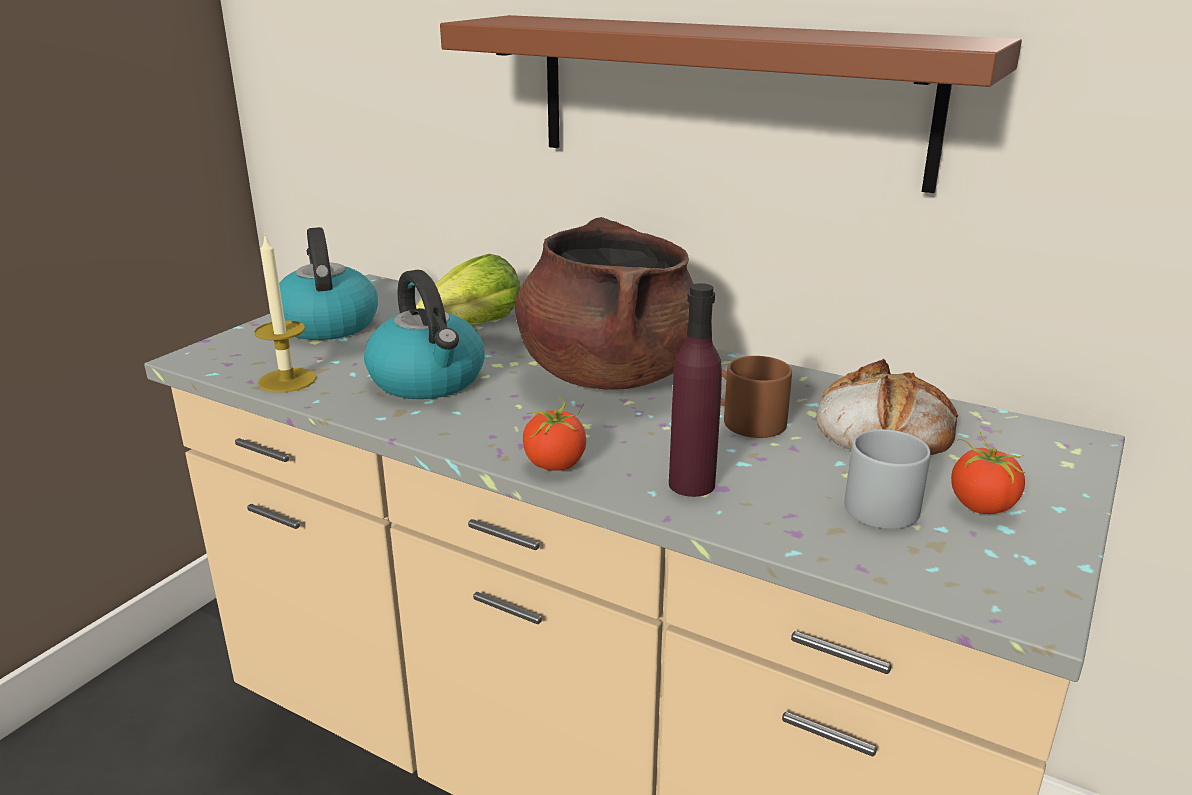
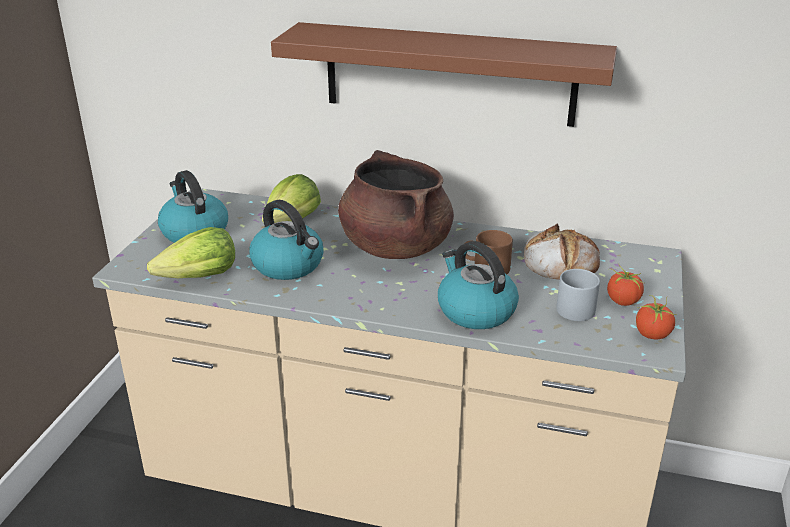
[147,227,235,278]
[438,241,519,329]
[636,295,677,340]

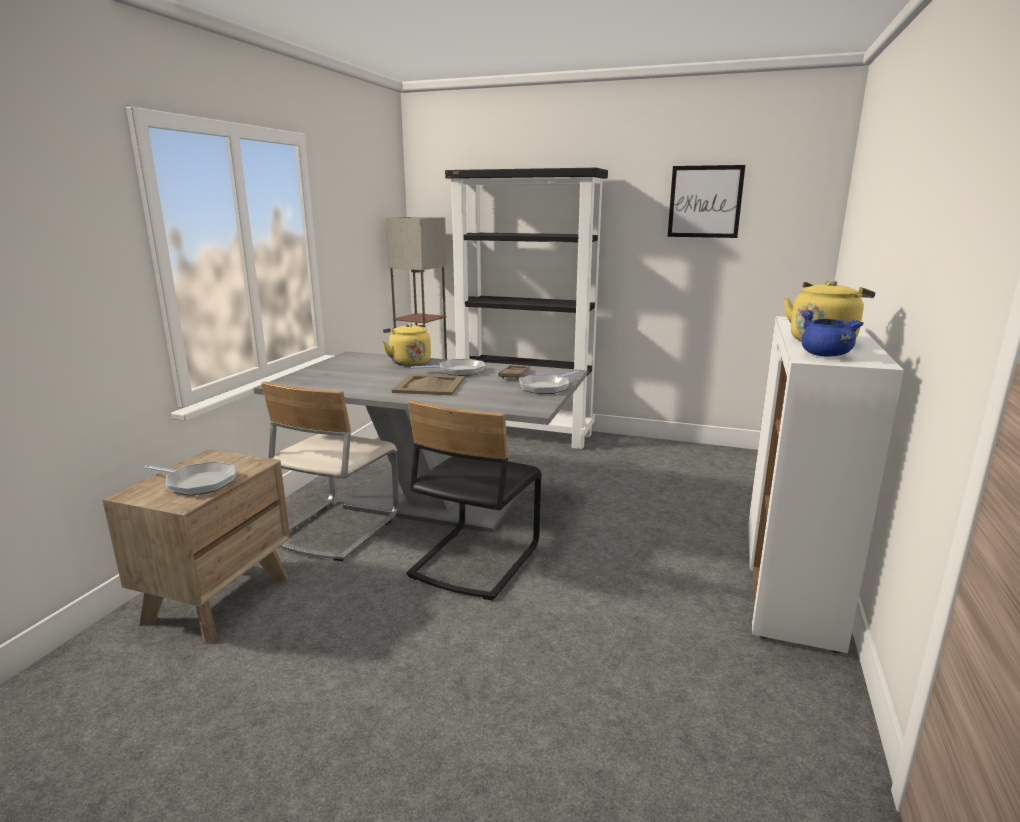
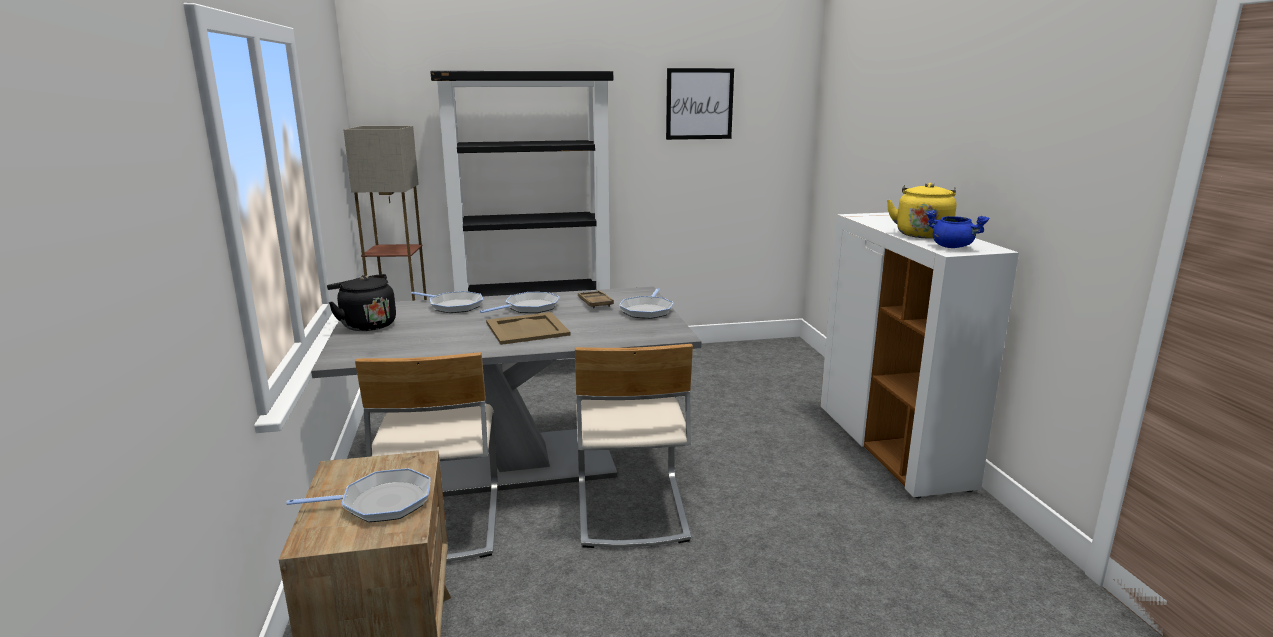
[411,291,483,313]
[575,344,693,548]
[327,274,396,331]

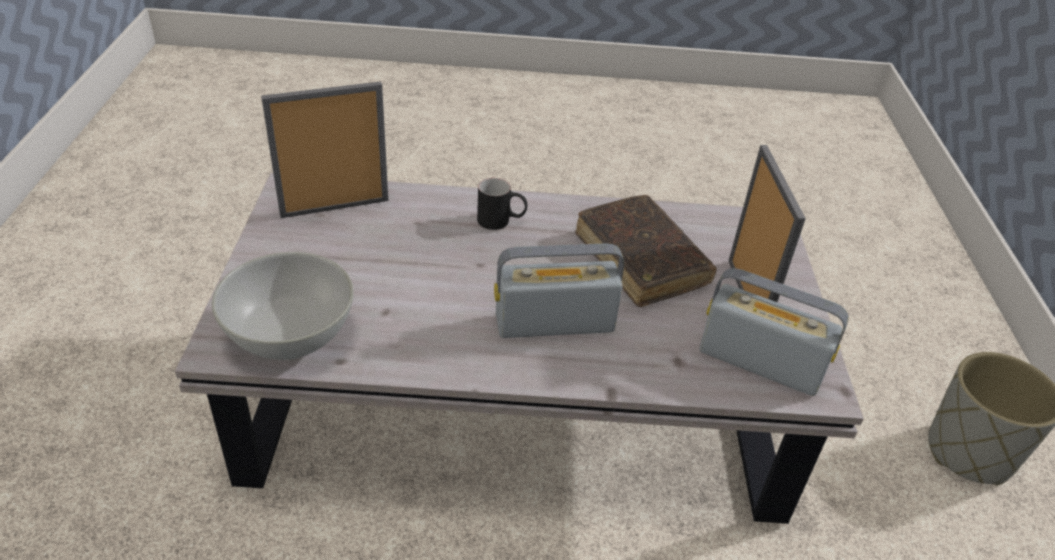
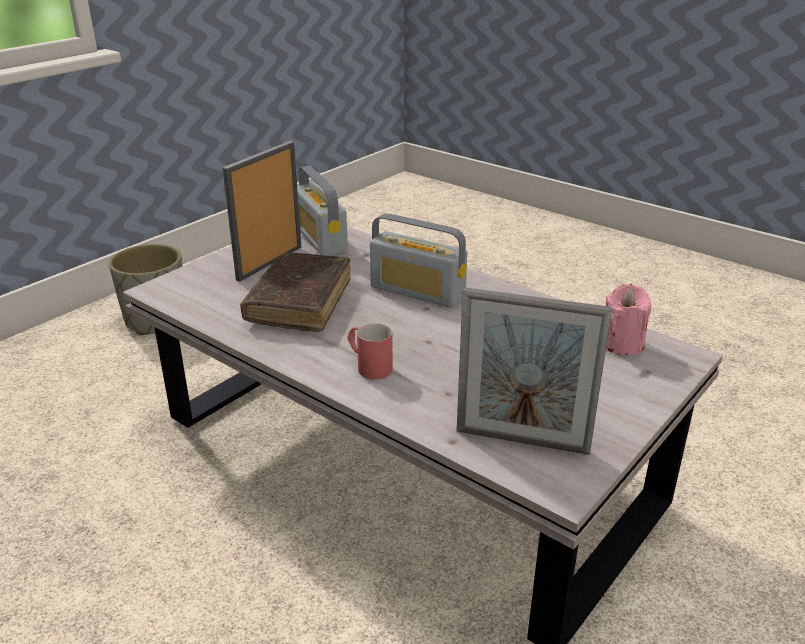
[348,323,393,380]
[606,284,651,355]

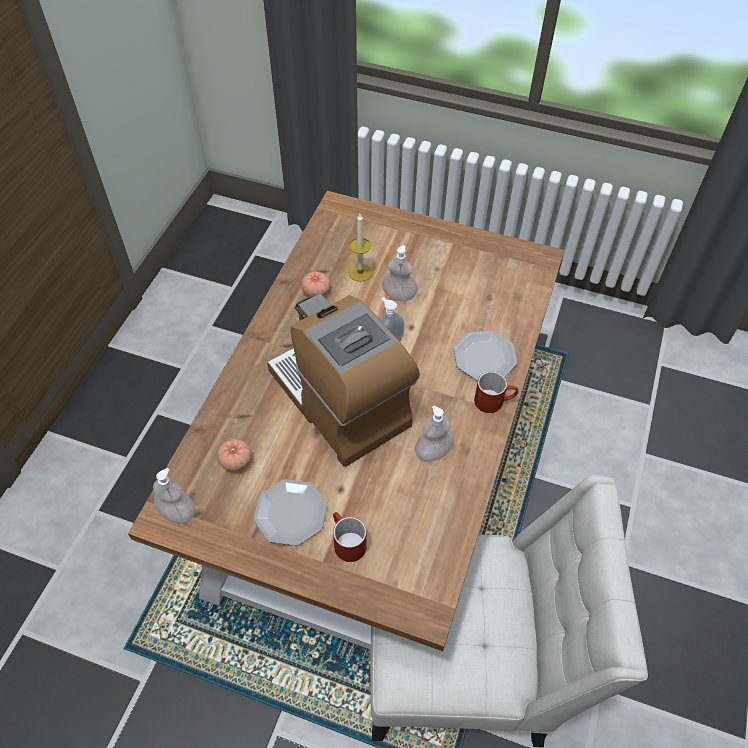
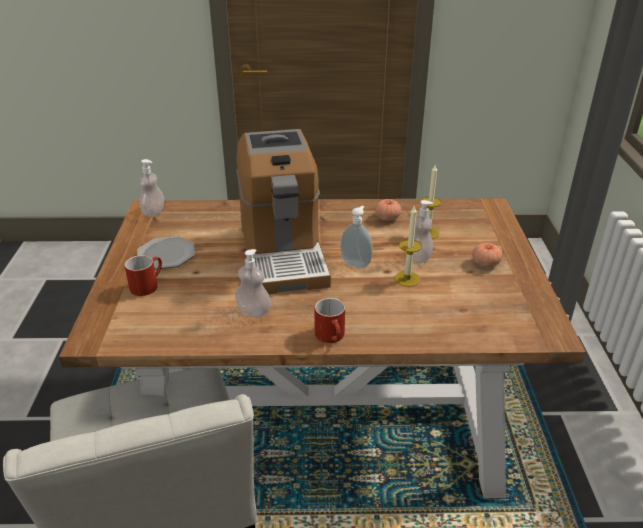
[236,129,331,294]
[454,331,517,381] (first image)
[472,243,502,267]
[395,206,422,287]

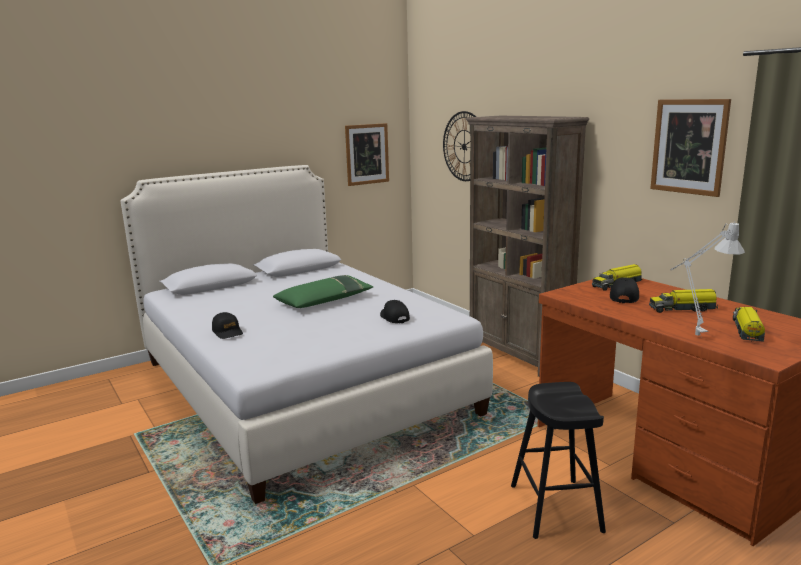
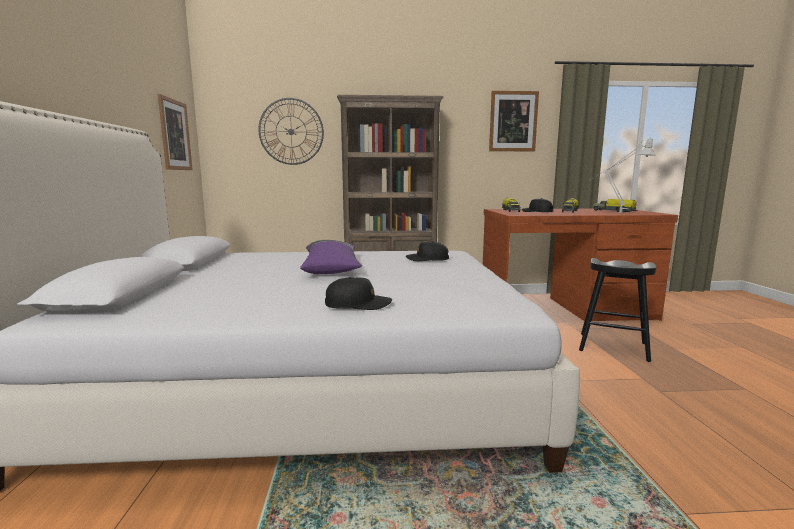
[300,240,362,274]

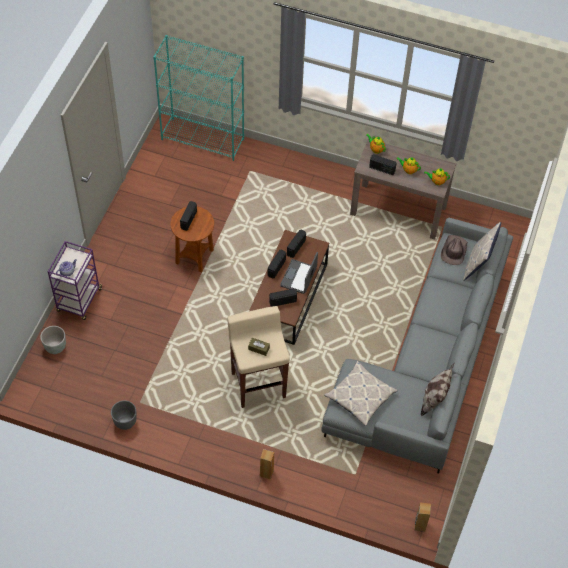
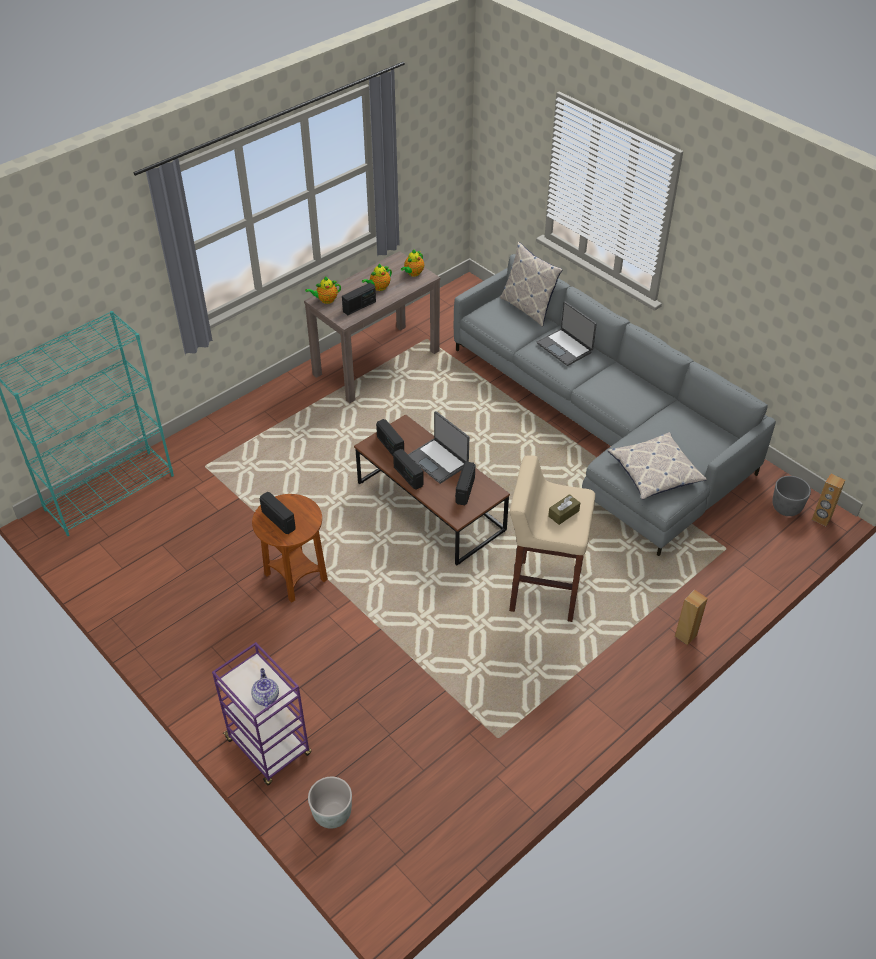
[441,235,468,265] (first image)
[421,363,455,416] (first image)
[772,476,811,516]
[537,302,597,366]

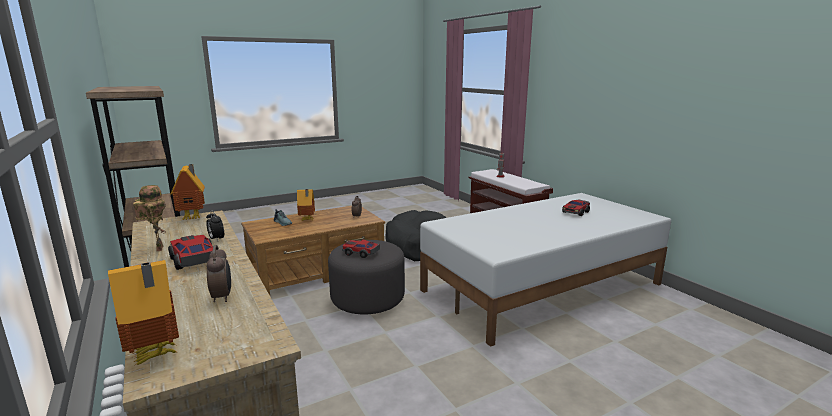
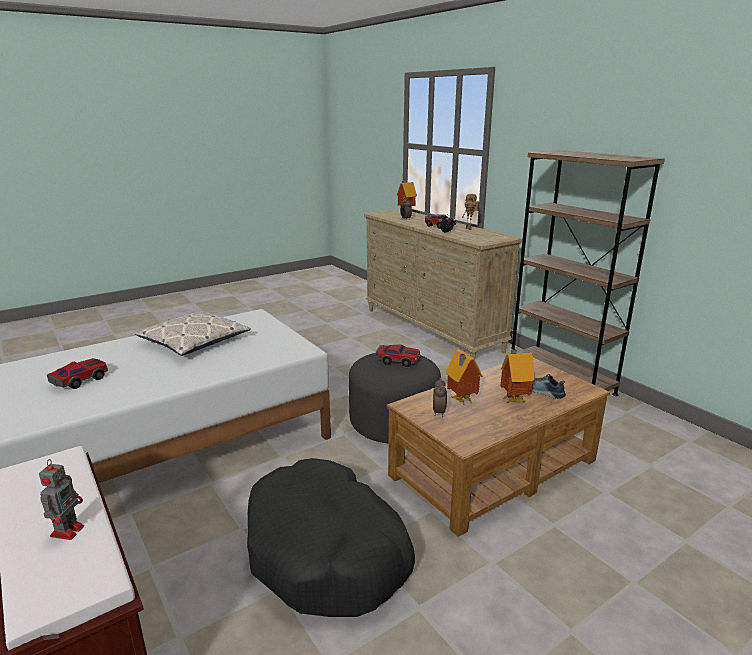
[446,349,483,405]
[135,311,251,356]

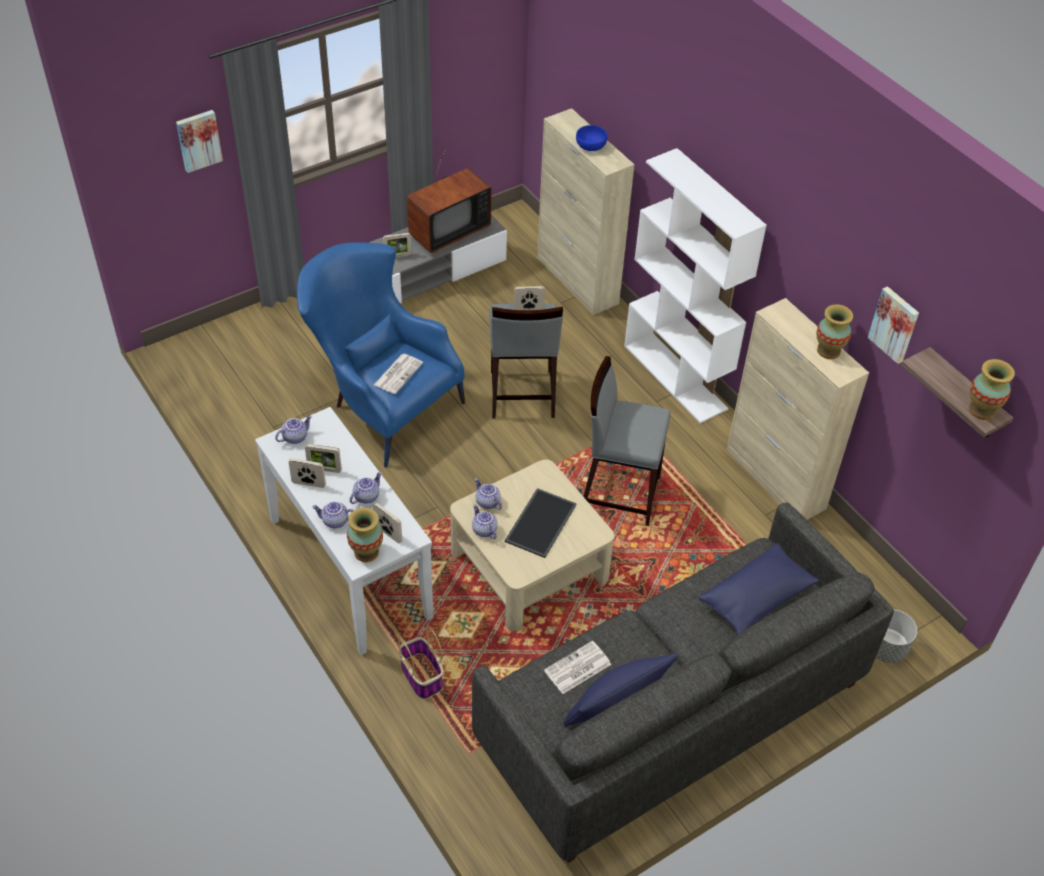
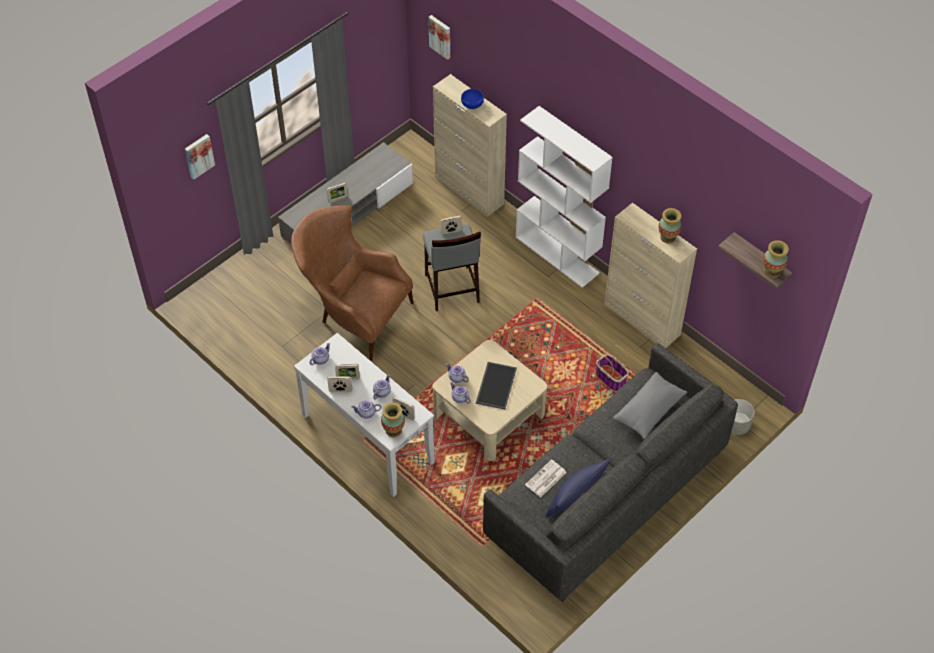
[407,149,492,253] (first image)
[291,205,413,362]
[428,15,450,60]
[374,354,423,394] (first image)
[584,356,671,526] (first image)
[613,372,687,439]
[596,345,629,392]

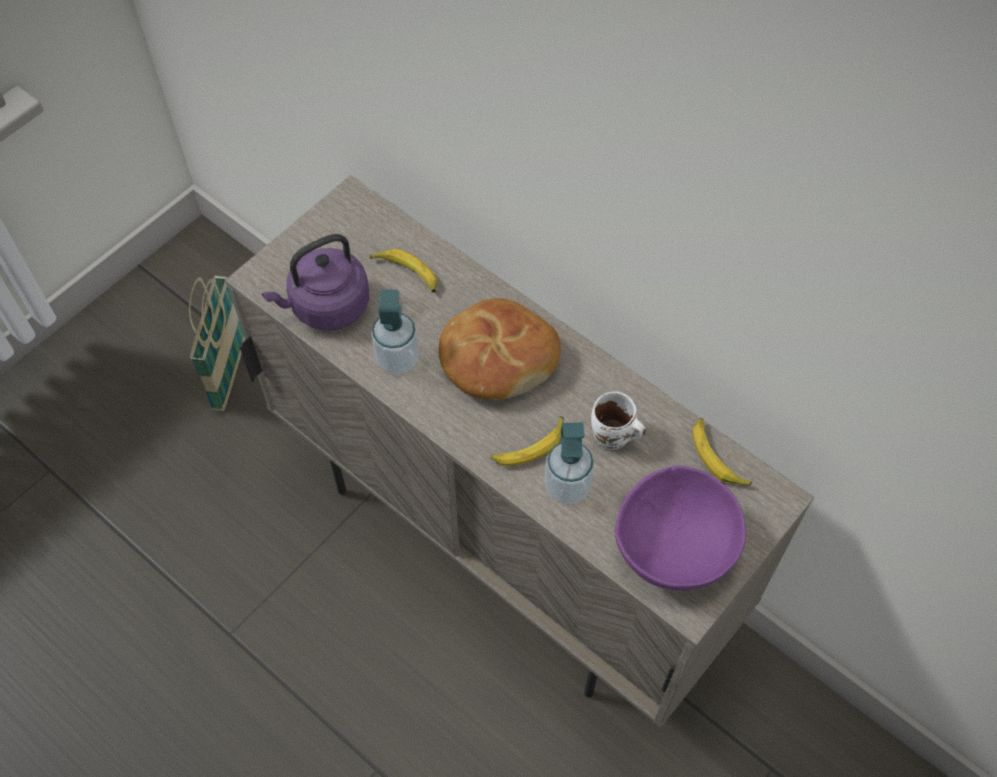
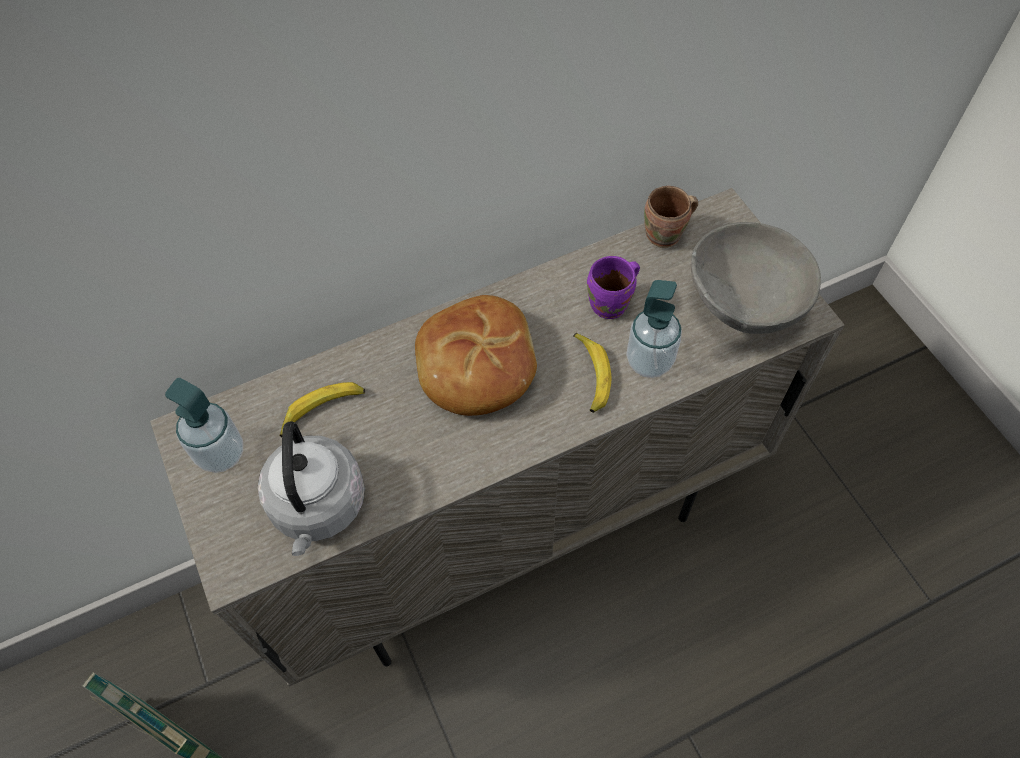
[258,421,365,556]
[165,378,243,473]
[587,256,640,319]
[644,186,698,248]
[691,222,821,334]

